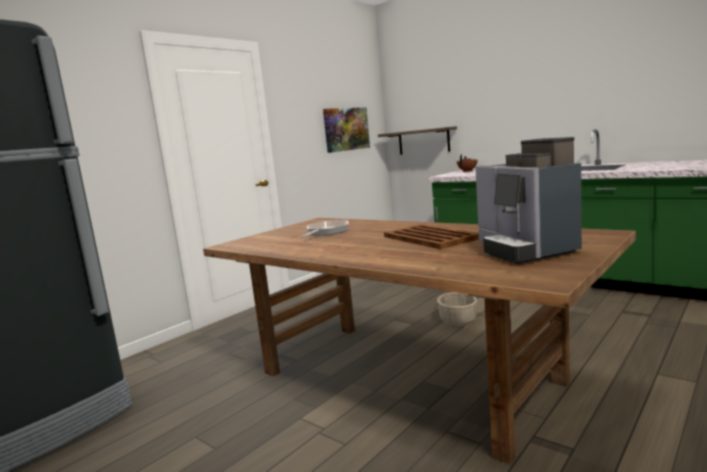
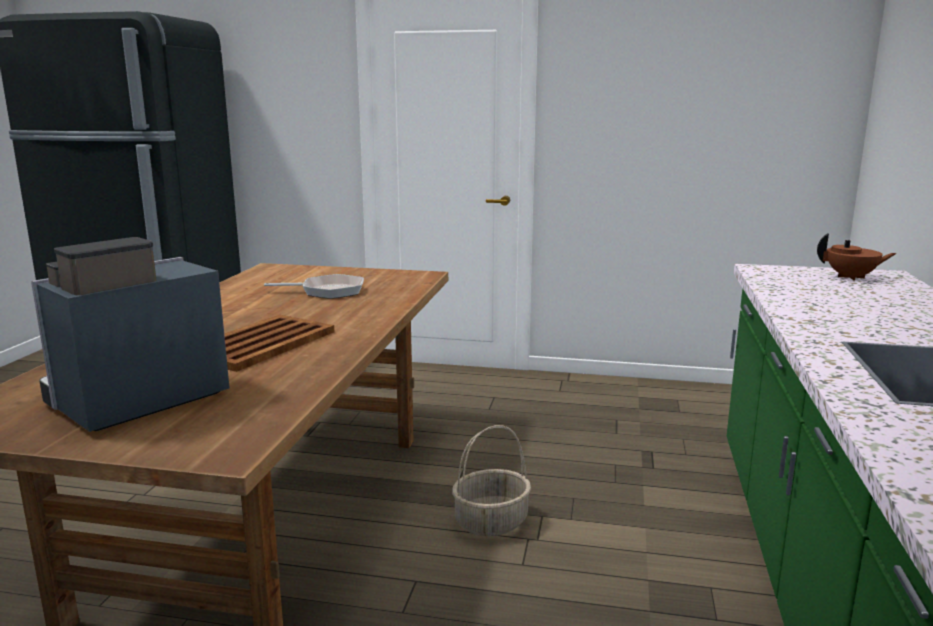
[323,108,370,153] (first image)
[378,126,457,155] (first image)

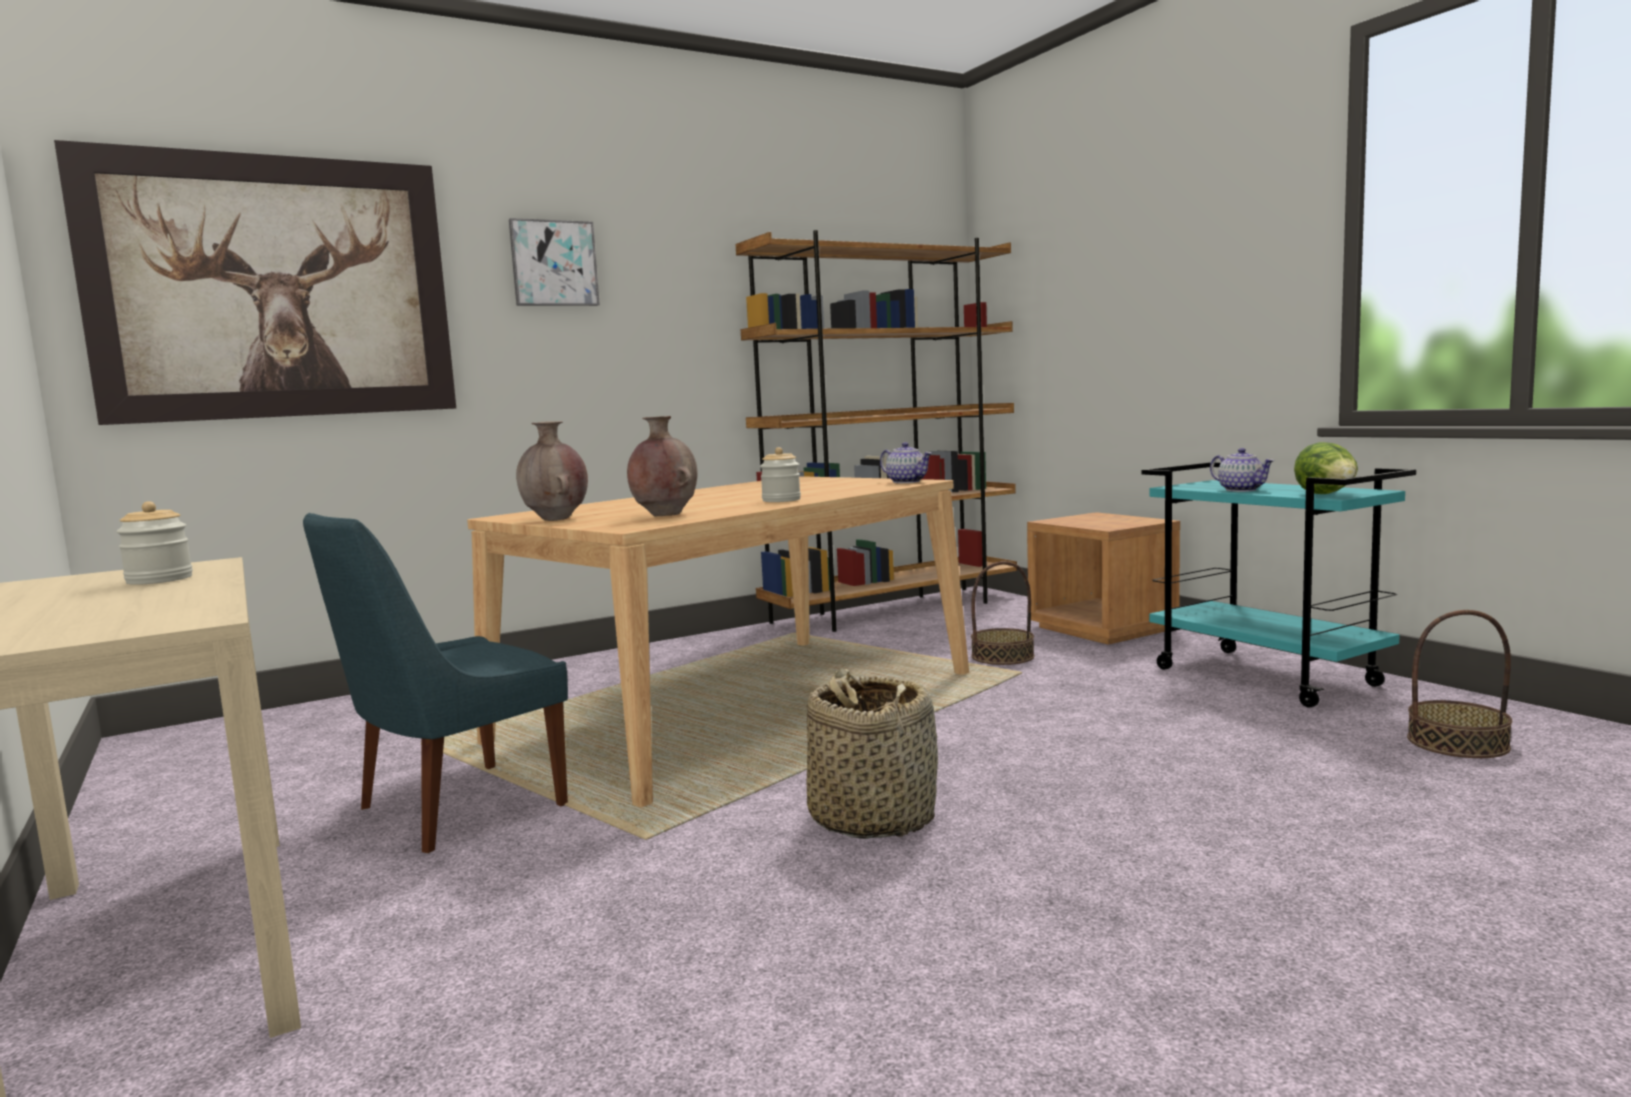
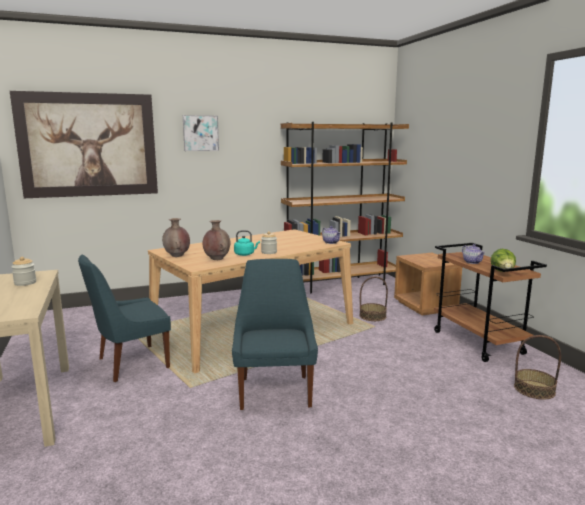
[434,243,547,362]
[232,259,318,410]
[234,230,260,256]

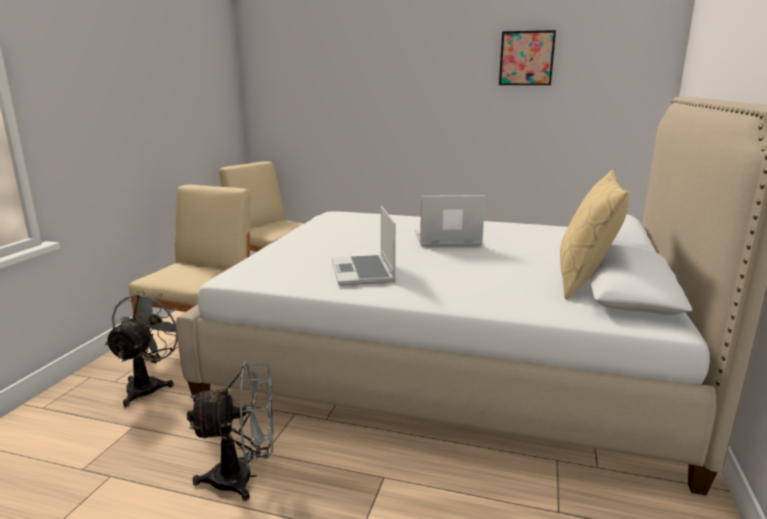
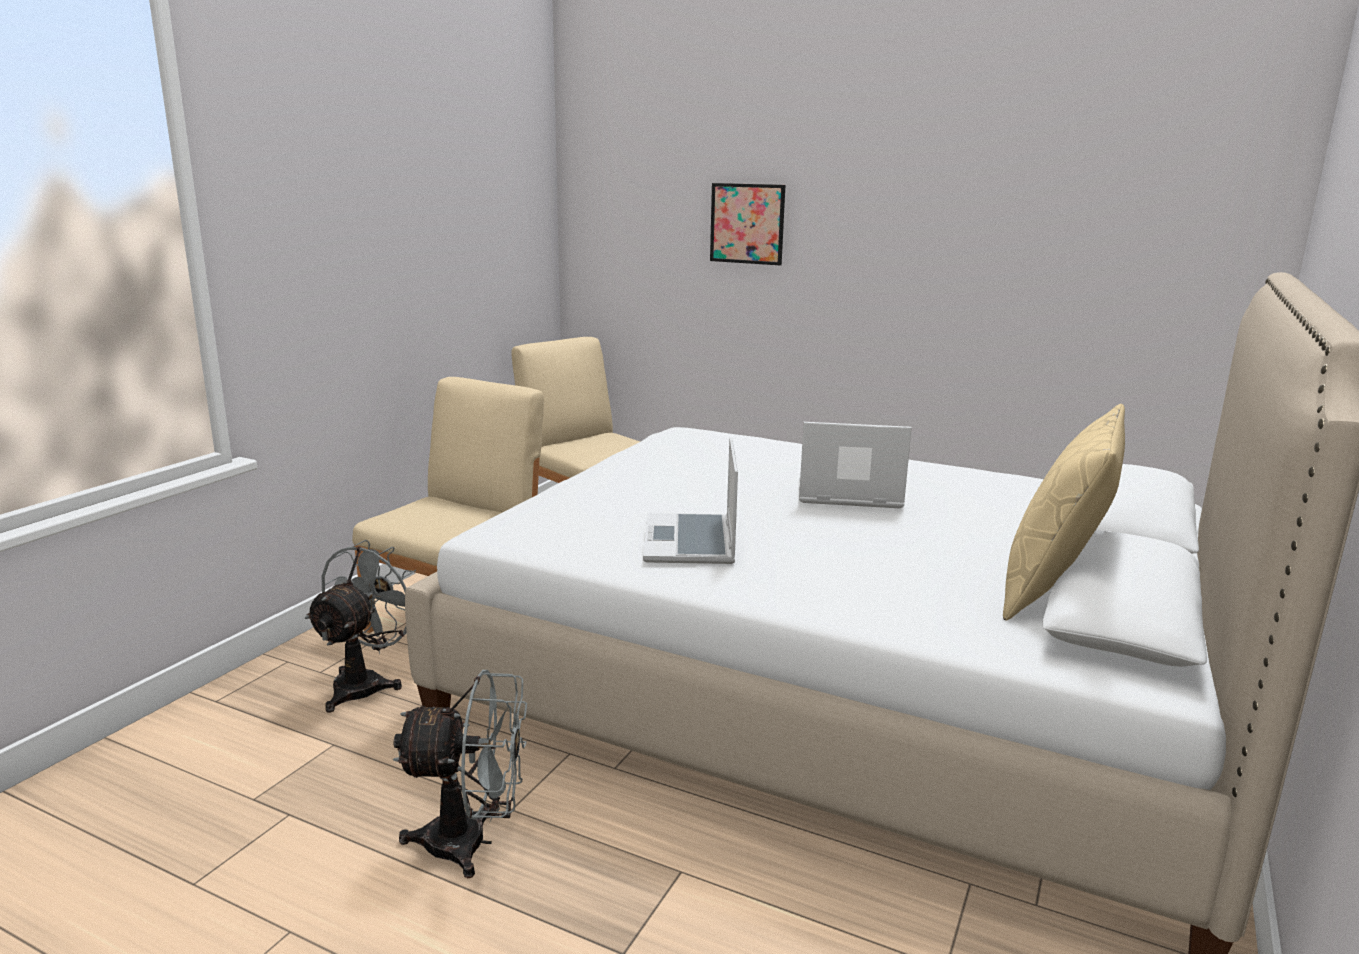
[710,183,785,265]

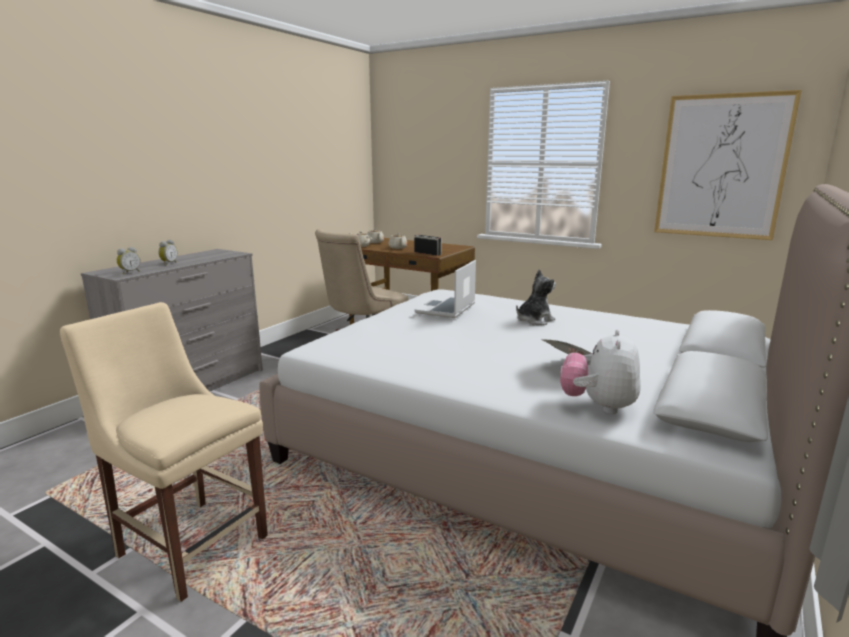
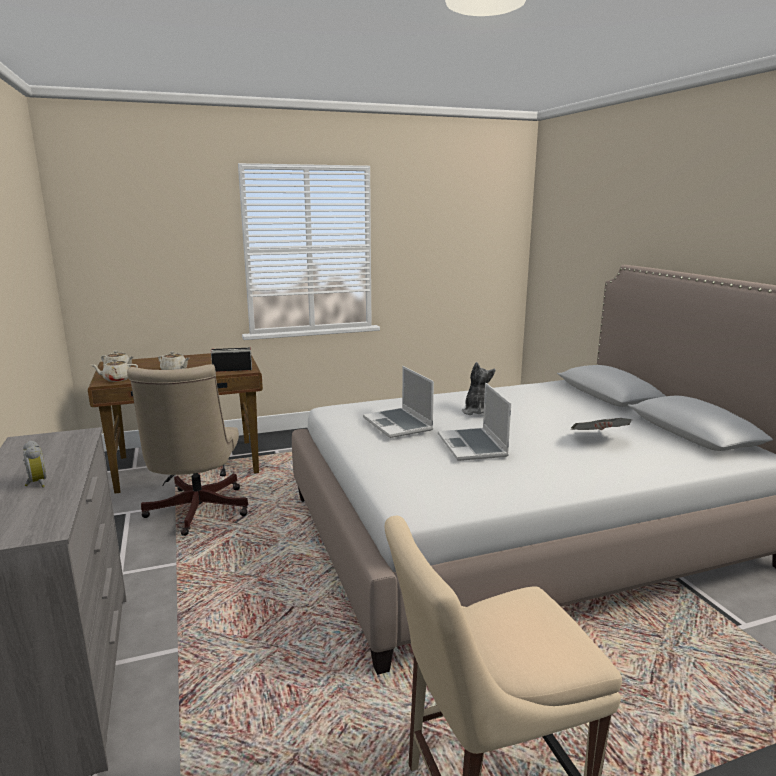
[654,90,802,240] (first image)
[117,247,140,274] (first image)
[560,329,641,414] (first image)
[438,383,511,461]

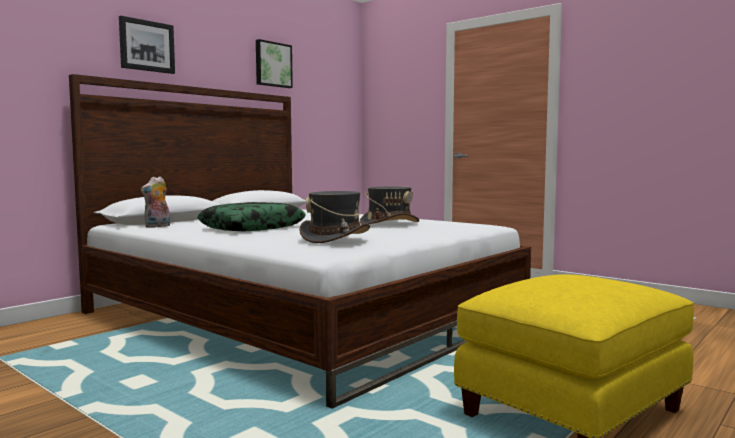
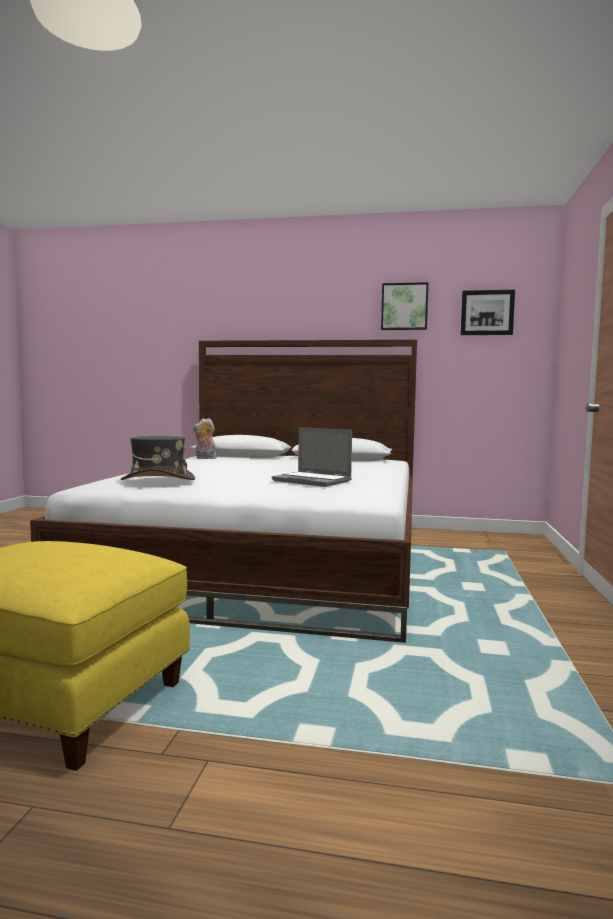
[460,290,515,335]
[272,427,352,487]
[197,202,306,232] (first image)

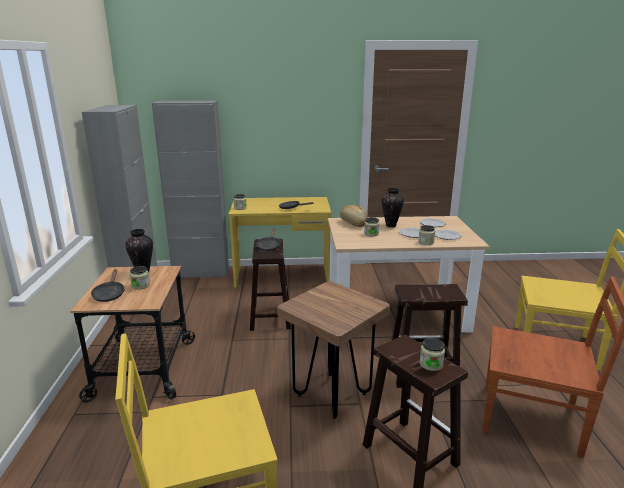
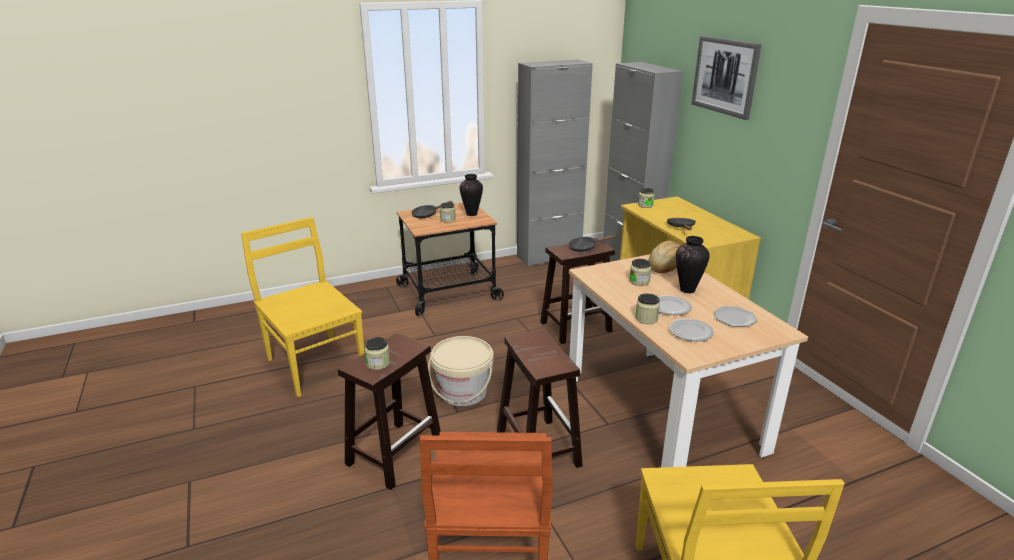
[428,336,493,406]
[691,35,761,120]

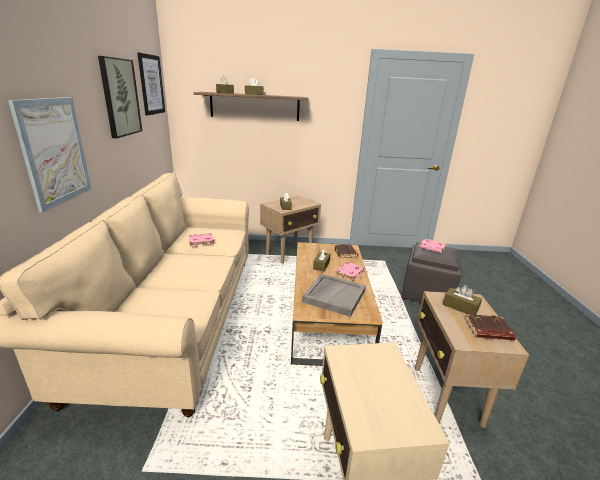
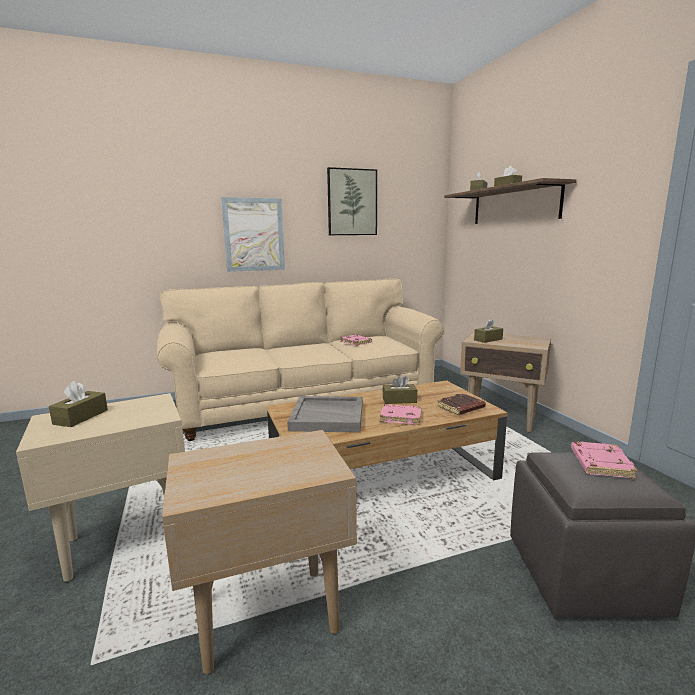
[137,53,165,116] (first image)
[49,381,108,427]
[465,314,516,341] (first image)

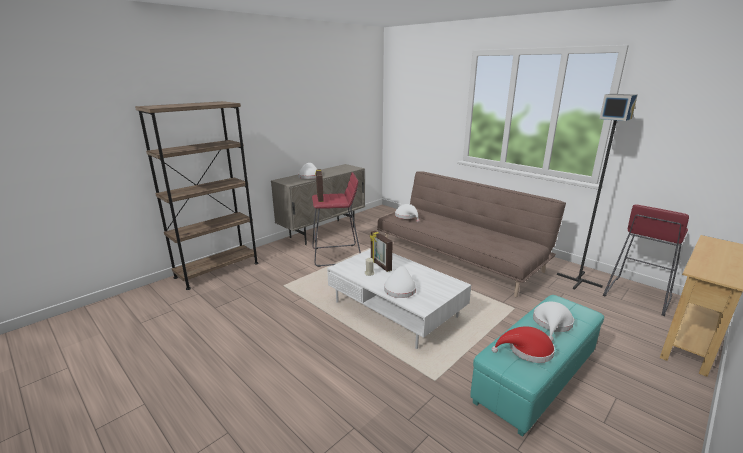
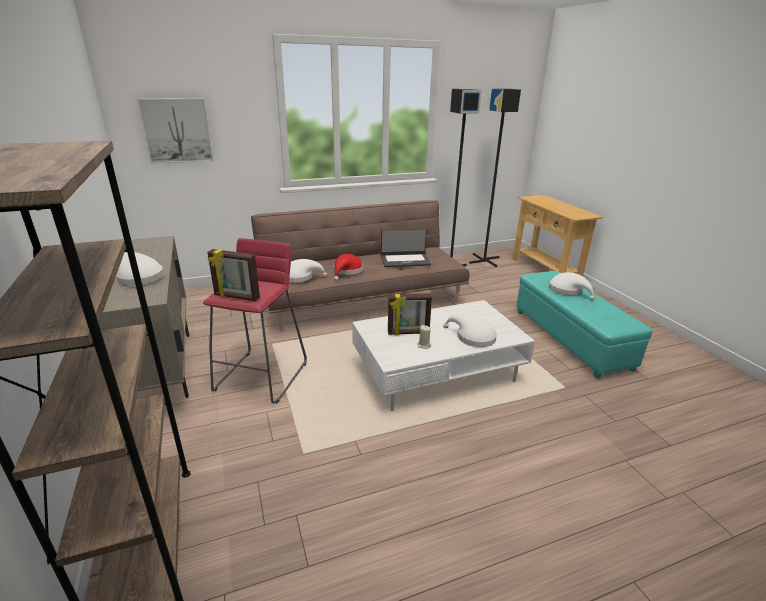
[469,89,521,267]
[334,254,363,281]
[137,99,214,164]
[381,228,431,267]

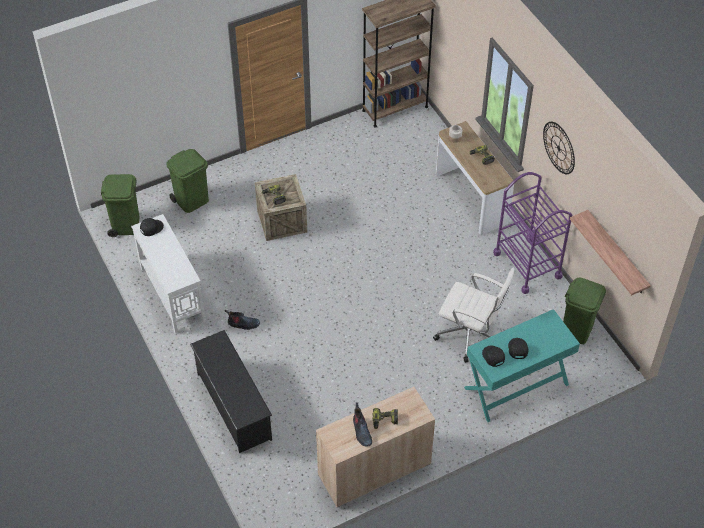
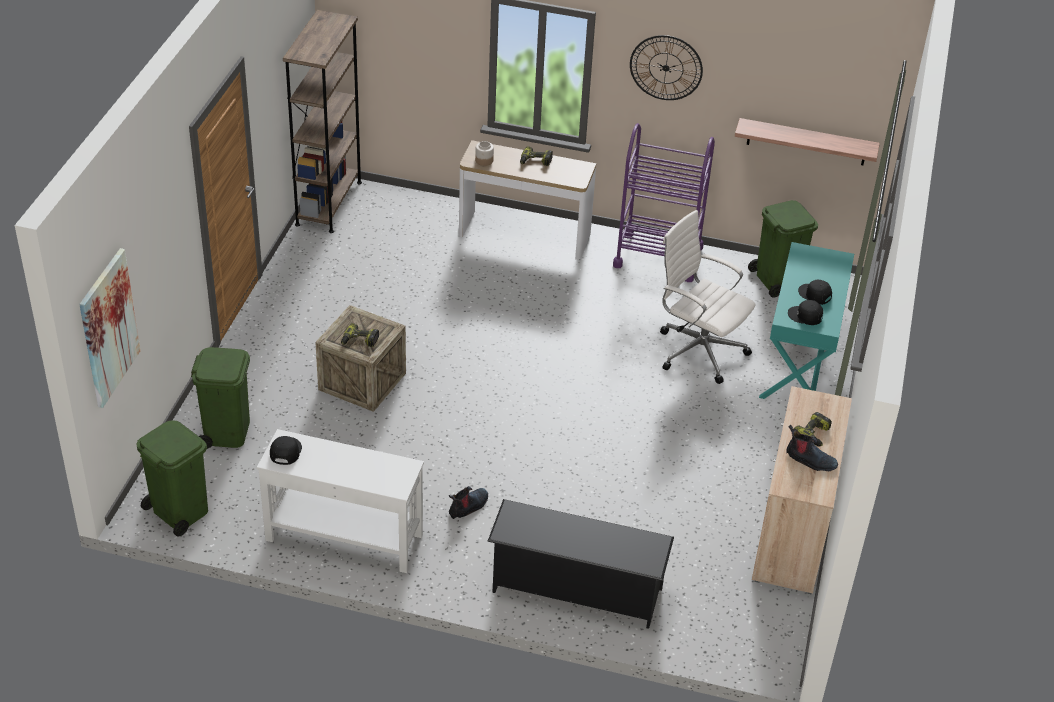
[660,210,756,384]
[79,248,140,408]

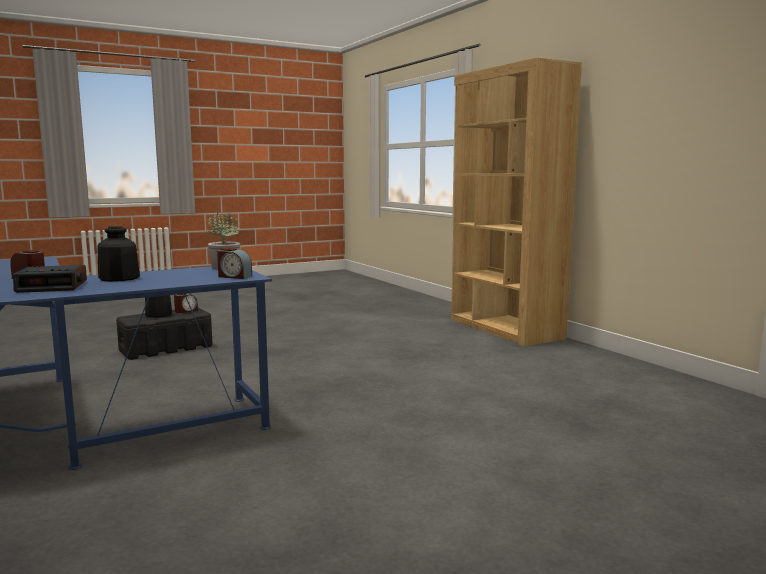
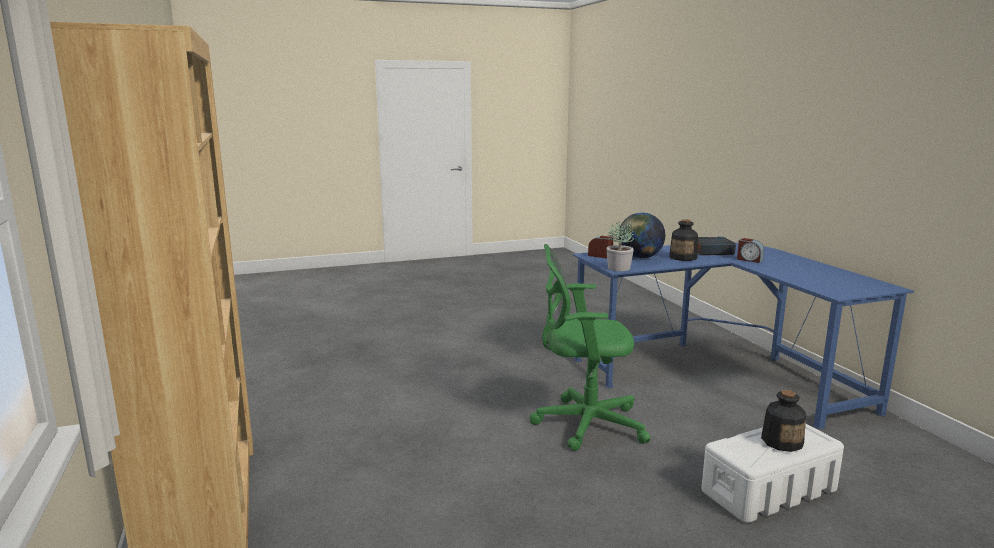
[174,293,198,313] (first image)
[701,424,844,523]
[618,213,665,259]
[530,244,650,451]

